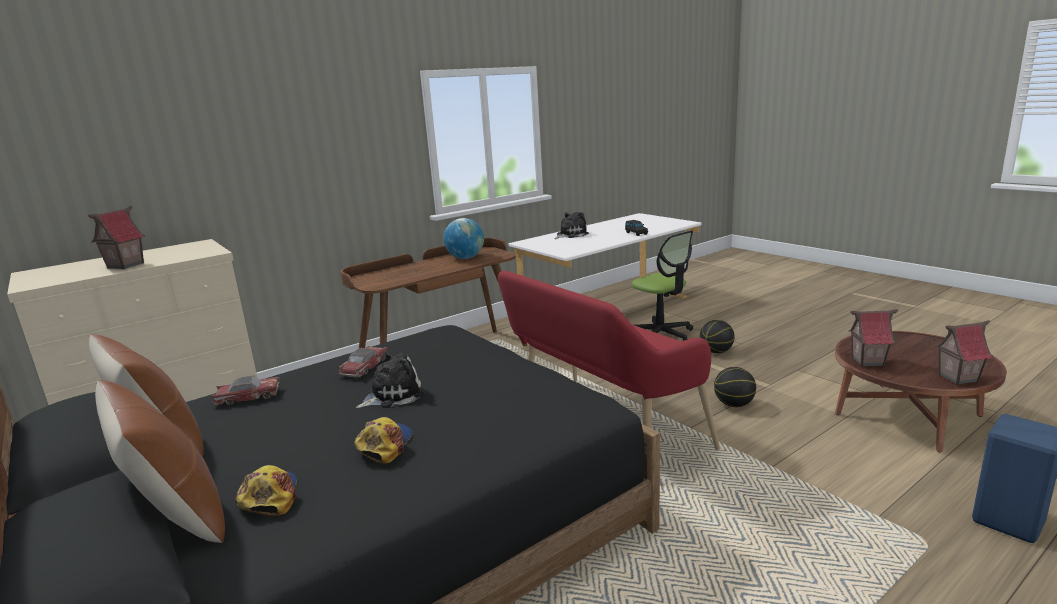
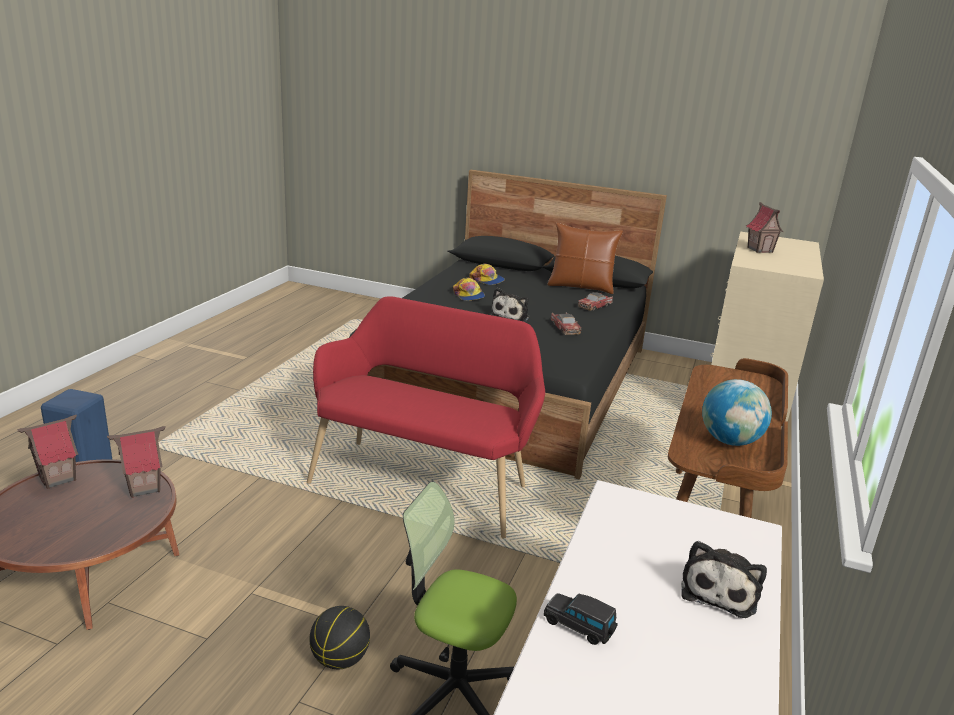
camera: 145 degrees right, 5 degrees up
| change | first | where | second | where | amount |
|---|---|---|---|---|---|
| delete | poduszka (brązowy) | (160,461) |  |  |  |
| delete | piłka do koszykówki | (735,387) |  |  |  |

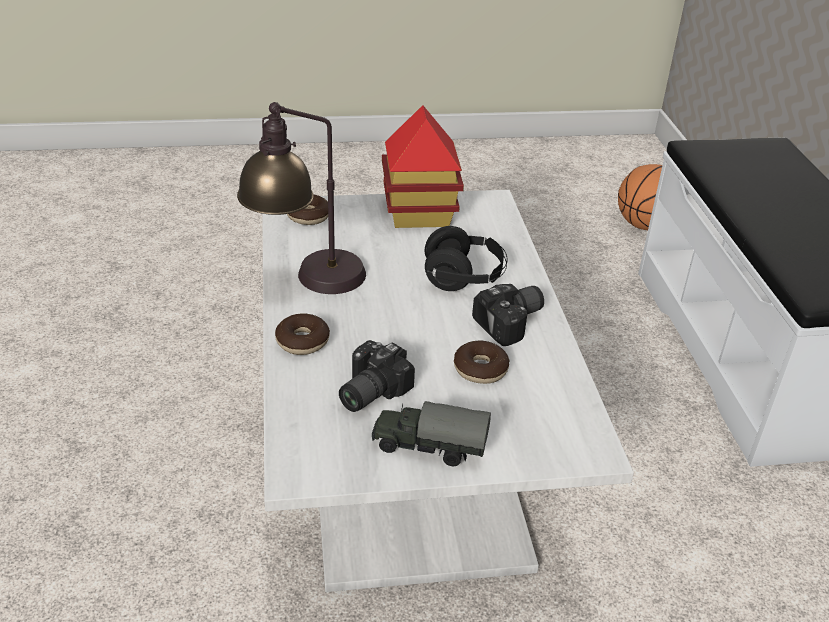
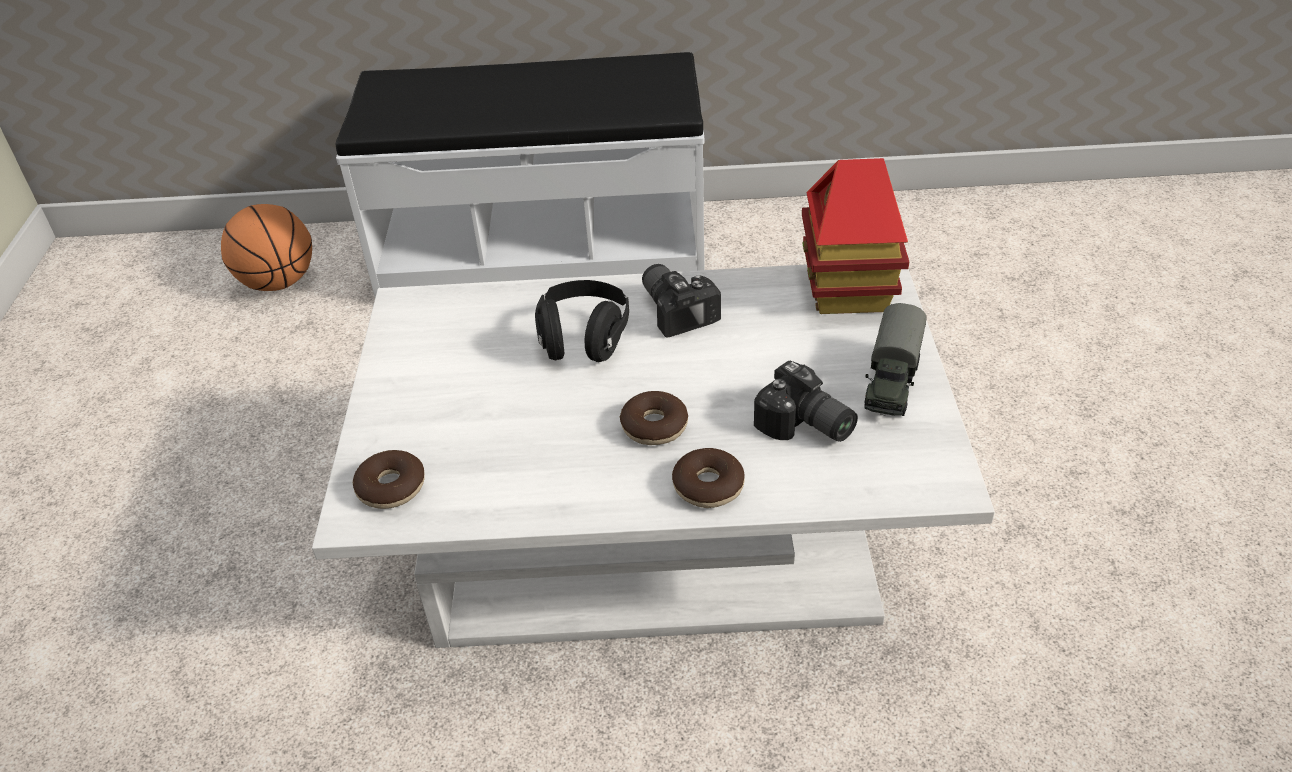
camera: 80 degrees left, 5 degrees up
| change | first | where | second | where | amount |
|---|---|---|---|---|---|
| delete | lampa stołowa | (301,198) |  |  |  |
| move | domek | (423,166) |  | (855,236) |  |
| move | donut | (481,362) |  | (654,418) |  |

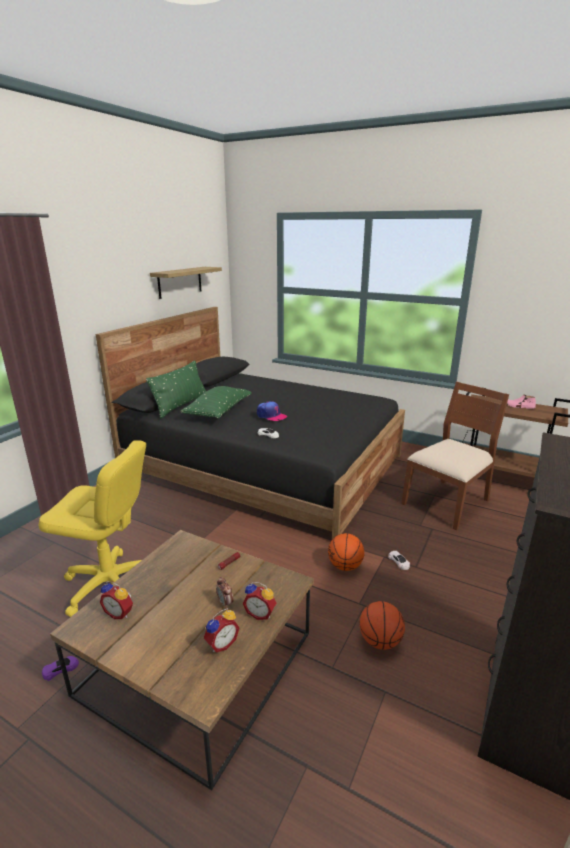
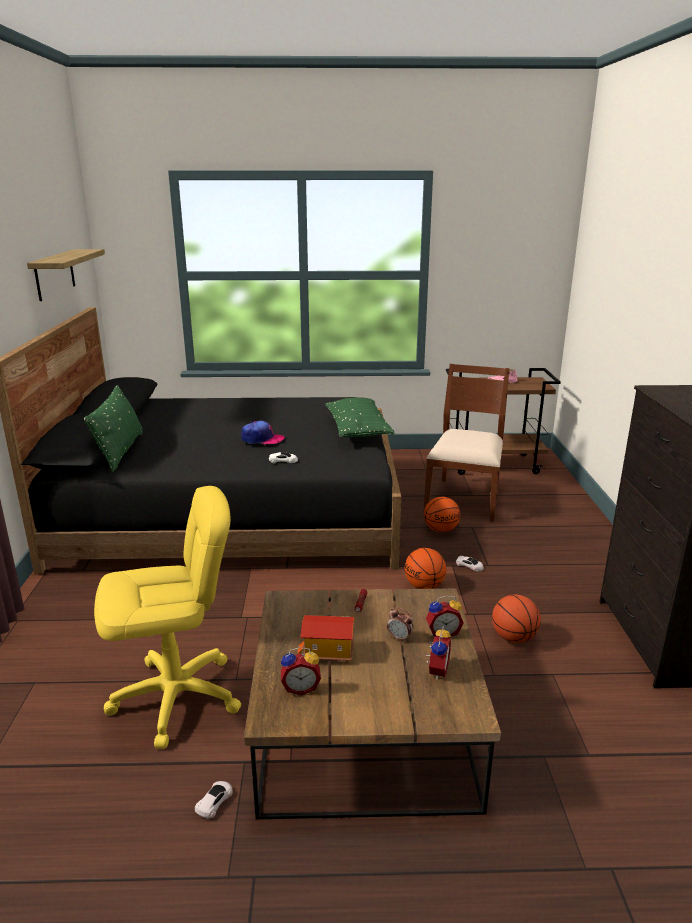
camera: 30 degrees left, 0 degrees up
| change | first | where | second | where | amount |
|---|---|---|---|---|---|
| insert |  |  | domek | (325,638) |  |
| insert |  |  | piłka do koszykówki | (442,514) |  |
| move | poduszka (zielony) | (216,402) |  | (360,417) |  |
| recolor | samochodzik (fioletowy) | (60,668) | samochodzik (biały) | (214,799) |  |

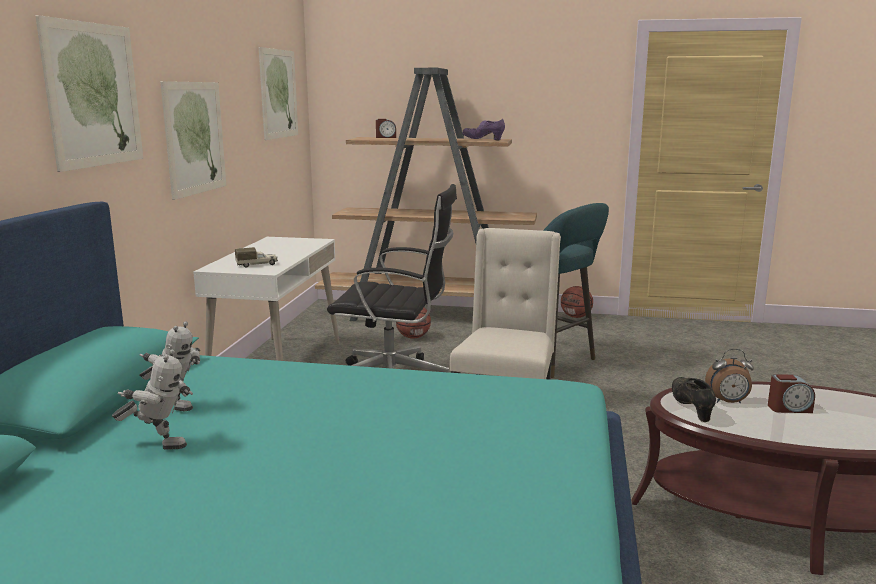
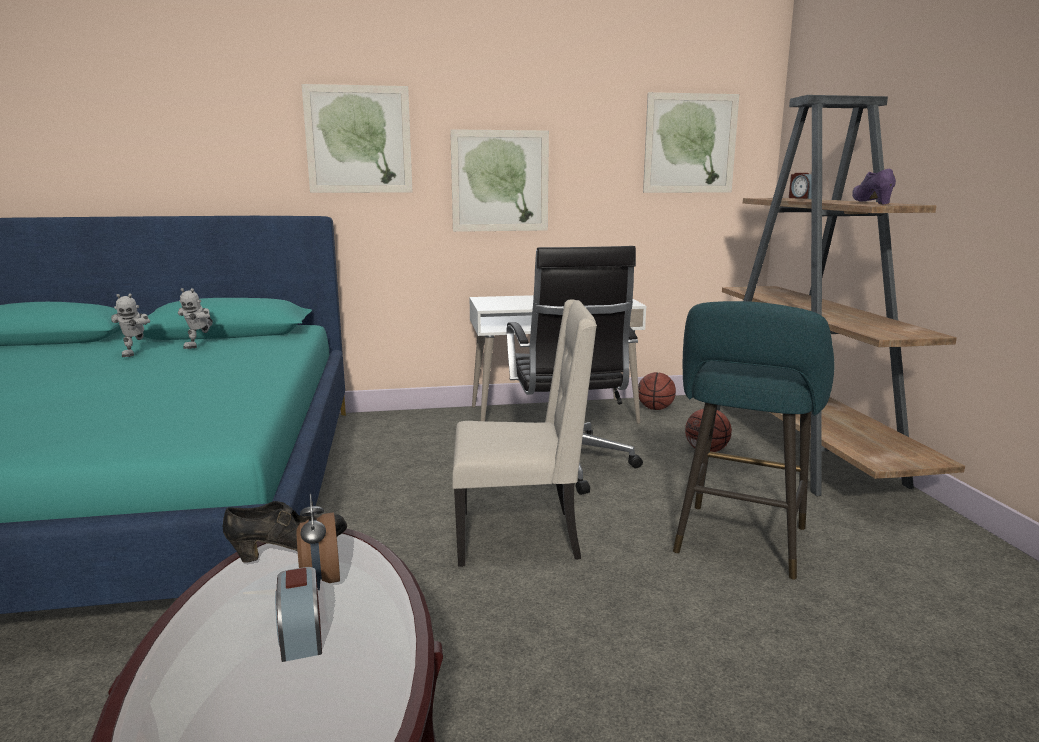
camera: 70 degrees right, 0 degrees up
| change | first | where | second | where | amount |
|---|---|---|---|---|---|
| delete | ciężarówka zabawkowa | (256,257) |  |  |  |
| move | piłka do koszykówki | (577,302) |  | (657,391) |  |

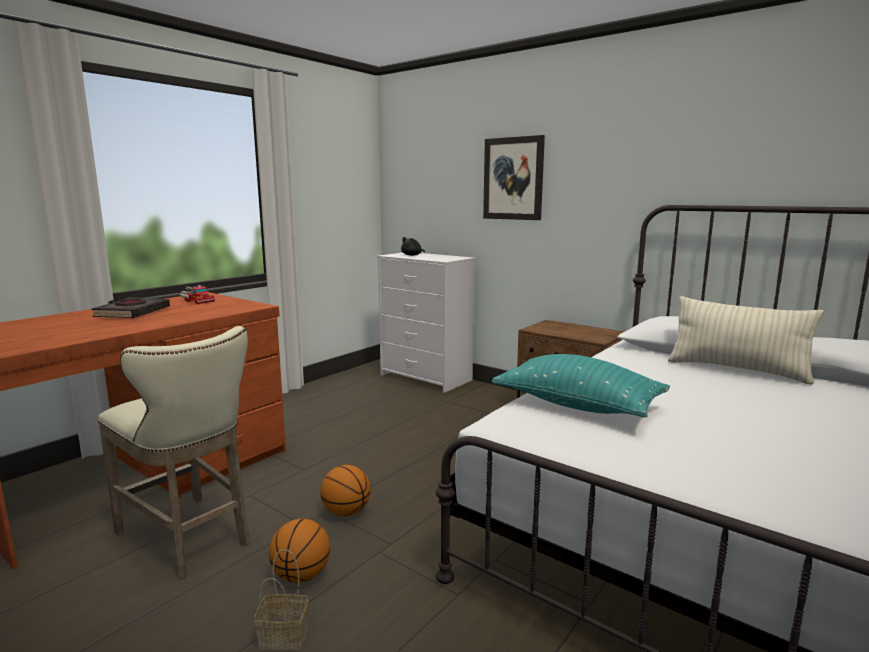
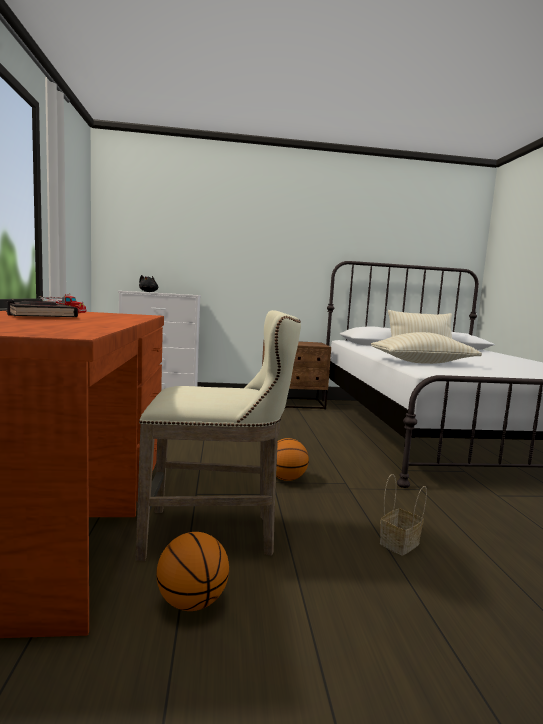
camera: 45 degrees left, 5 degrees down
| change | first | where | second | where | amount |
|---|---|---|---|---|---|
| delete | obraz | (514,177) |  |  |  |
| move | piłka do koszykówki | (299,551) |  | (193,571) |  |
| recolor | poduszka (turkusowy) | (581,385) | poduszka (beżowy) | (426,348) |  |

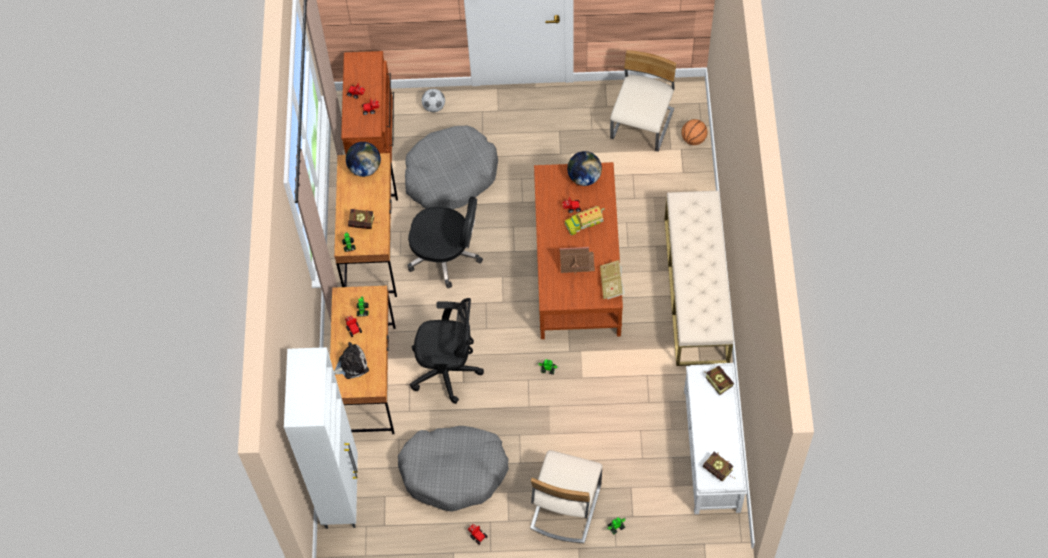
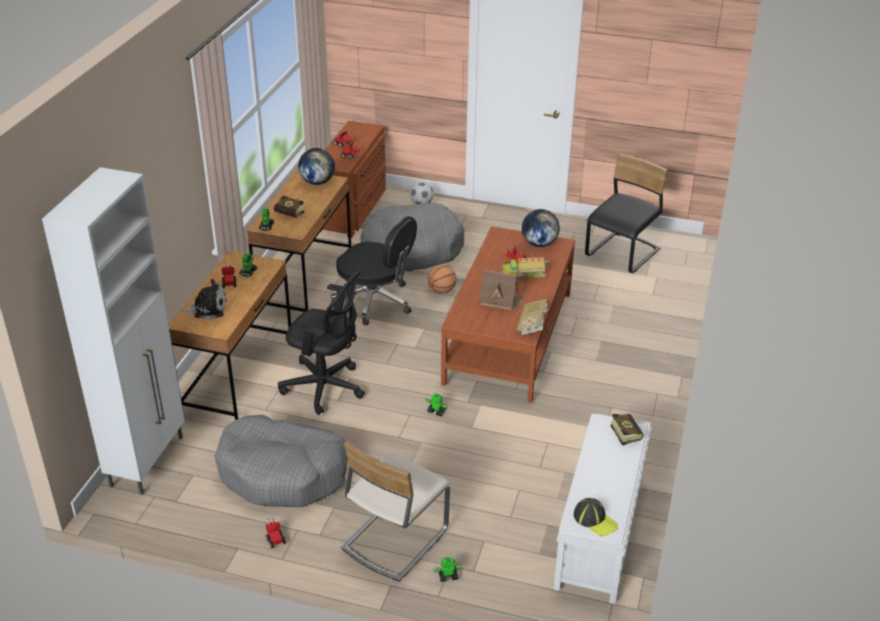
camera: 15 degrees right, 25 degrees down
| change | first | where | second | where | amount |
|---|---|---|---|---|---|
| delete | ławka (beżowy) | (699,278) |  |  |  |
| move | piłka do koszykówki | (694,132) |  | (442,279) |  |
| replace | książka | (719,466) | czapka z daszkiem | (596,517) |  |
| recolor | krzesło (beżowy) | (643,101) | krzesło (czarny) | (626,213) |  |

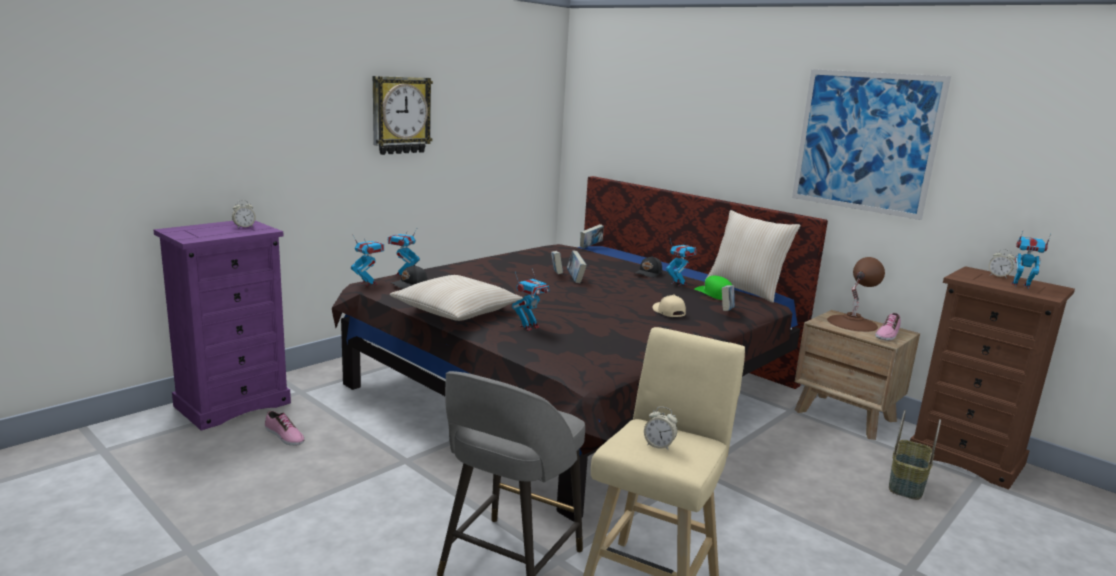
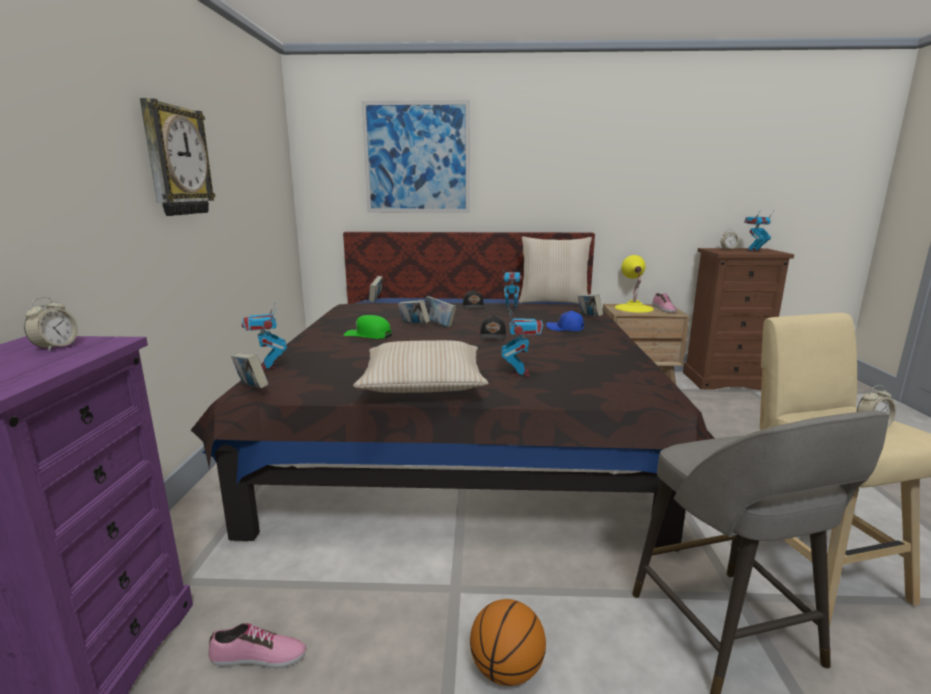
camera: 40 degrees left, 0 degrees up
| change | first | where | second | where | amount |
|---|---|---|---|---|---|
| delete | koszyk | (915,455) |  |  |  |
| insert |  |  | piłka do koszykówki | (508,642) |  |
| move | czapka z daszkiem (czarny) | (409,277) |  | (493,327) |  |
| move | czapka z daszkiem (zielony) | (713,288) |  | (368,327) |  |
| move | obraz | (871,144) |  | (416,156) |  |
| replace | robot zabawkowy | (367,261) | książka | (249,370) |  |
| recolor | czapka z daszkiem (beżowy) | (669,305) | czapka z daszkiem (niebieski) | (565,320) |  |
| recolor | lampa stołowa (brązowy) | (856,294) | lampa stołowa (żółty) | (634,284) |  |

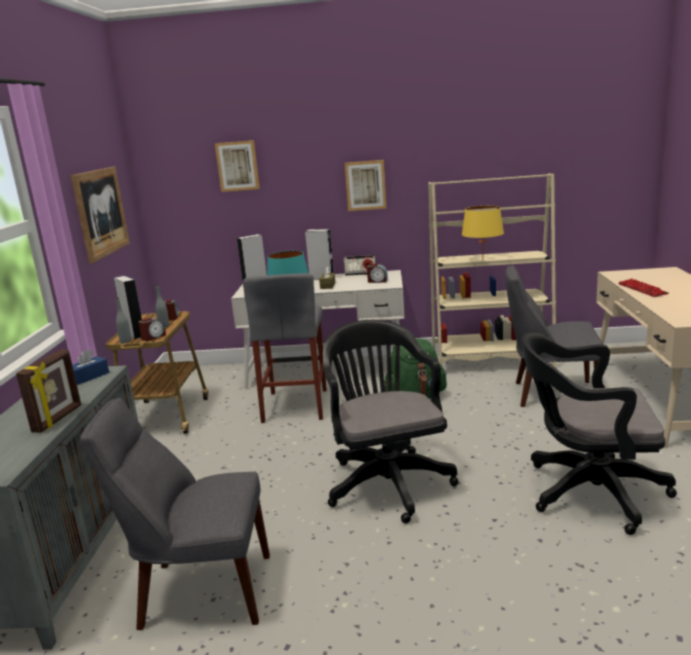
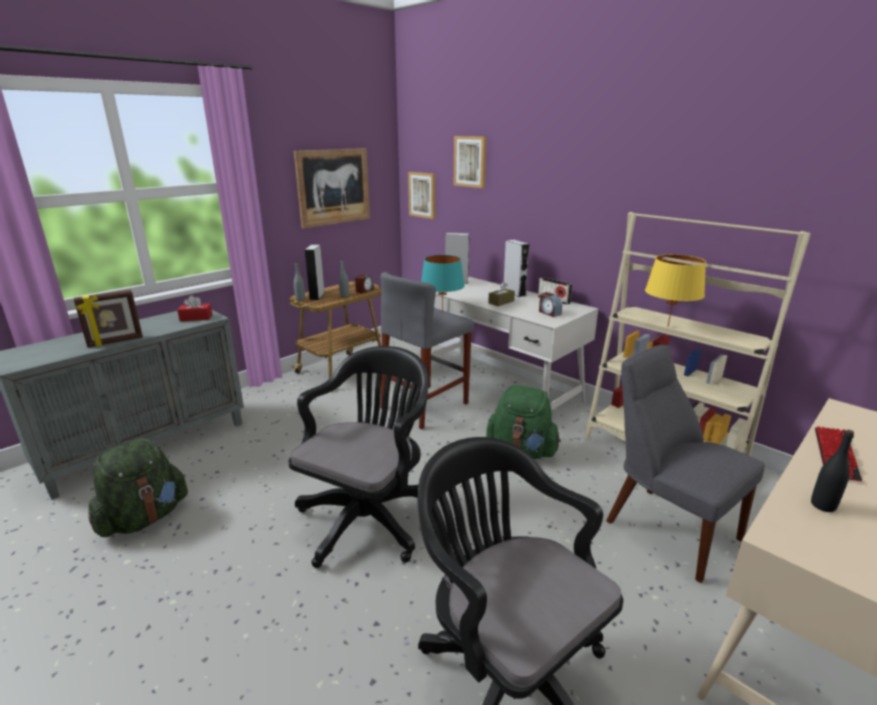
camera: 40 degrees right, 5 degrees up
| change | first | where | second | where | amount |
|---|---|---|---|---|---|
| delete | budzik | (152,329) |  |  |  |
| insert |  |  | butelka (czarny) | (832,471) |  |
| move | obraz | (365,185) |  | (421,195) |  |
| replace | krzesło (szary) | (175,514) | plecak (zielony) | (138,487) |  |
| recolor | pudełko chusteczek (niebieski) | (90,367) | pudełko chusteczek (czerwony) | (194,308) |  |

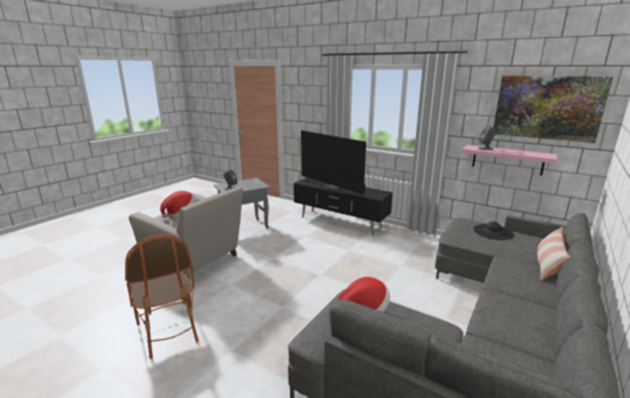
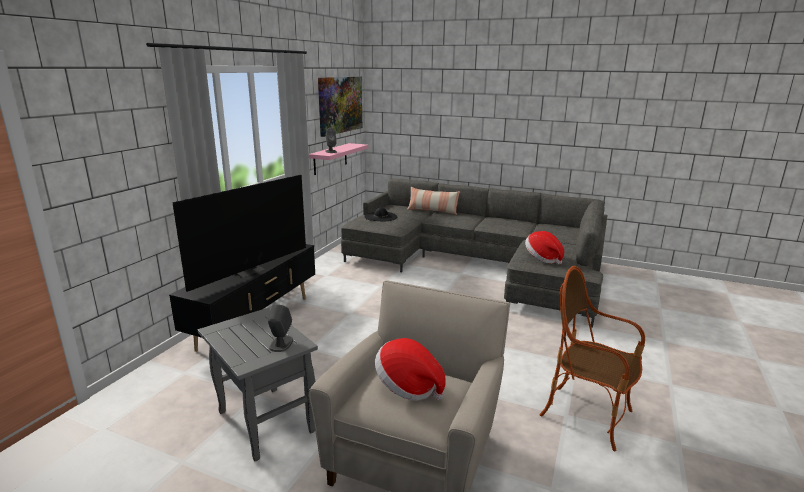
camera: 100 degrees left, 0 degrees up
| change | first | where | second | where | amount |
|---|---|---|---|---|---|
| rotate | fotel | (162,297) |  | (592,358) | 105 degrees counterclockwise |

